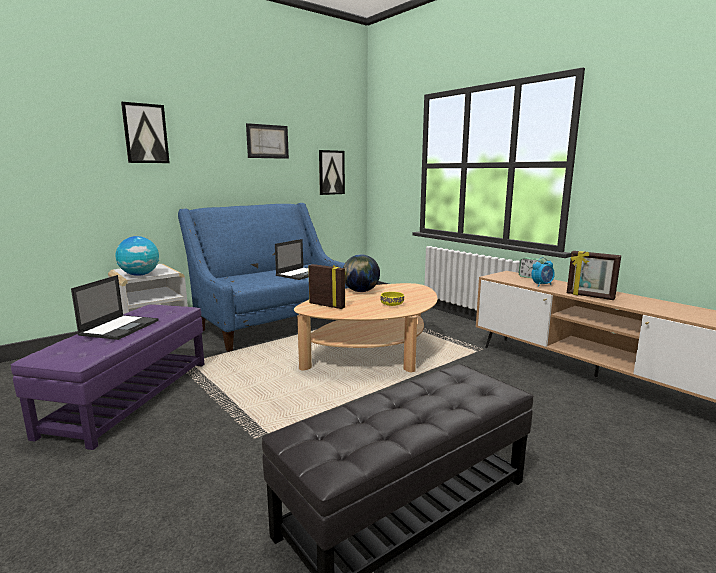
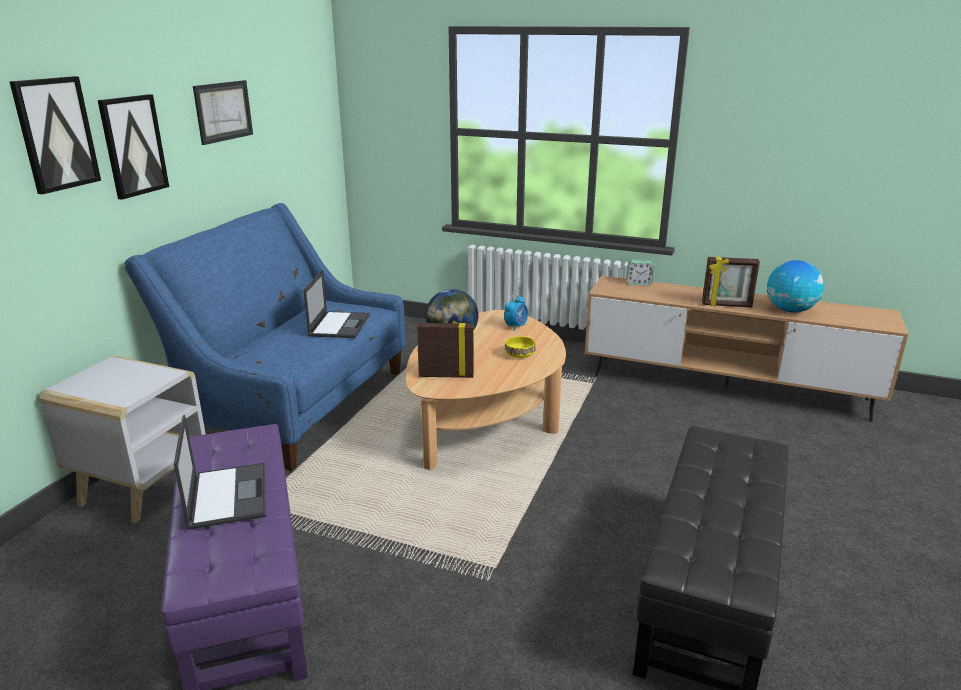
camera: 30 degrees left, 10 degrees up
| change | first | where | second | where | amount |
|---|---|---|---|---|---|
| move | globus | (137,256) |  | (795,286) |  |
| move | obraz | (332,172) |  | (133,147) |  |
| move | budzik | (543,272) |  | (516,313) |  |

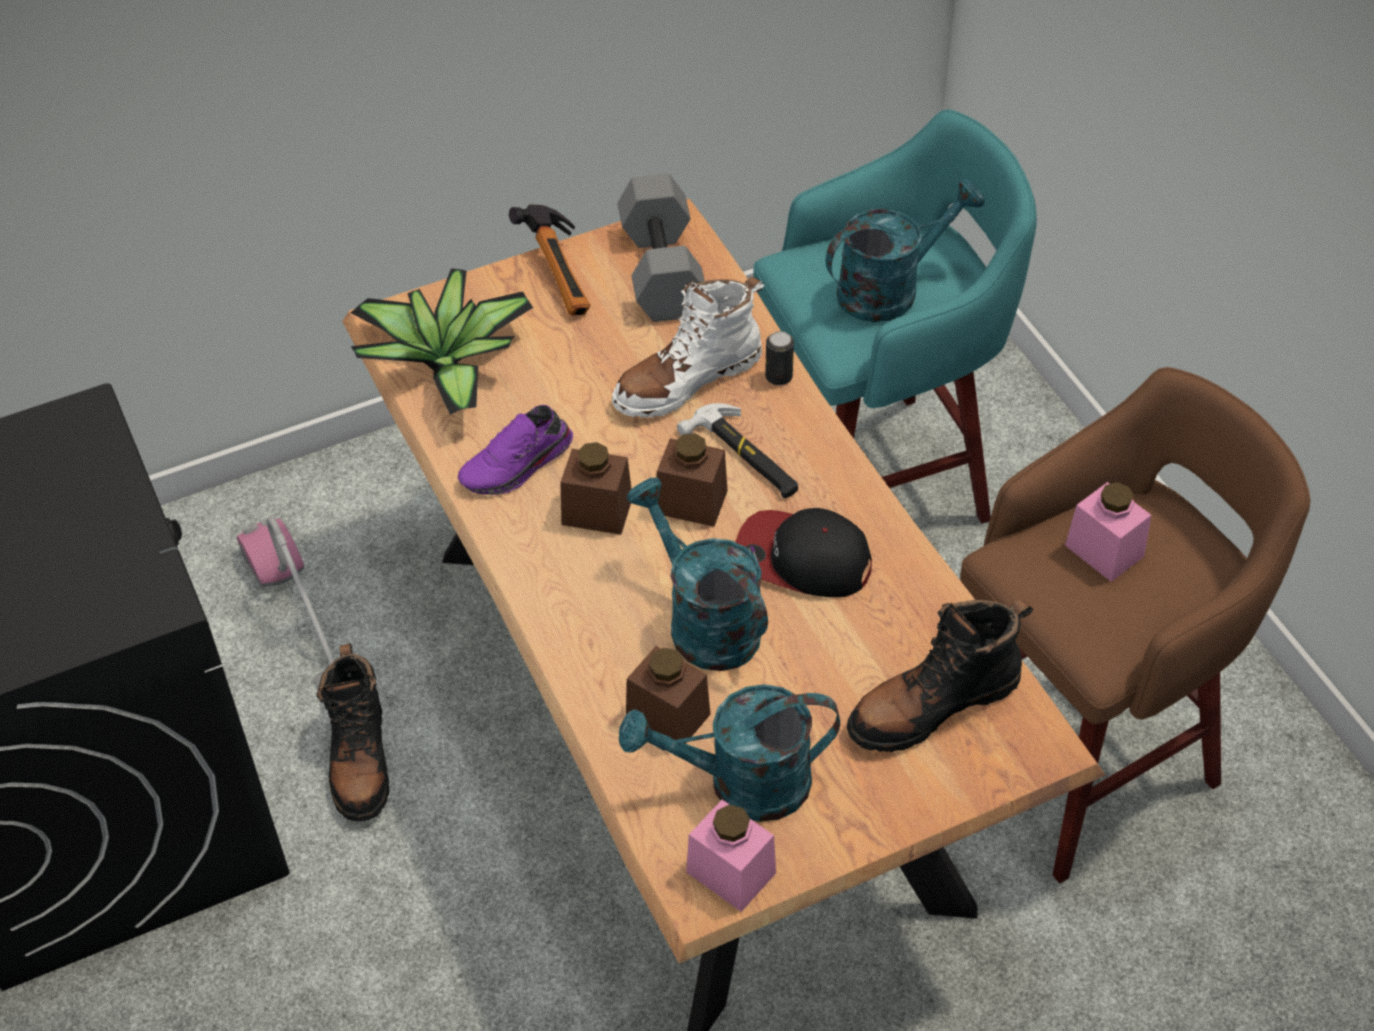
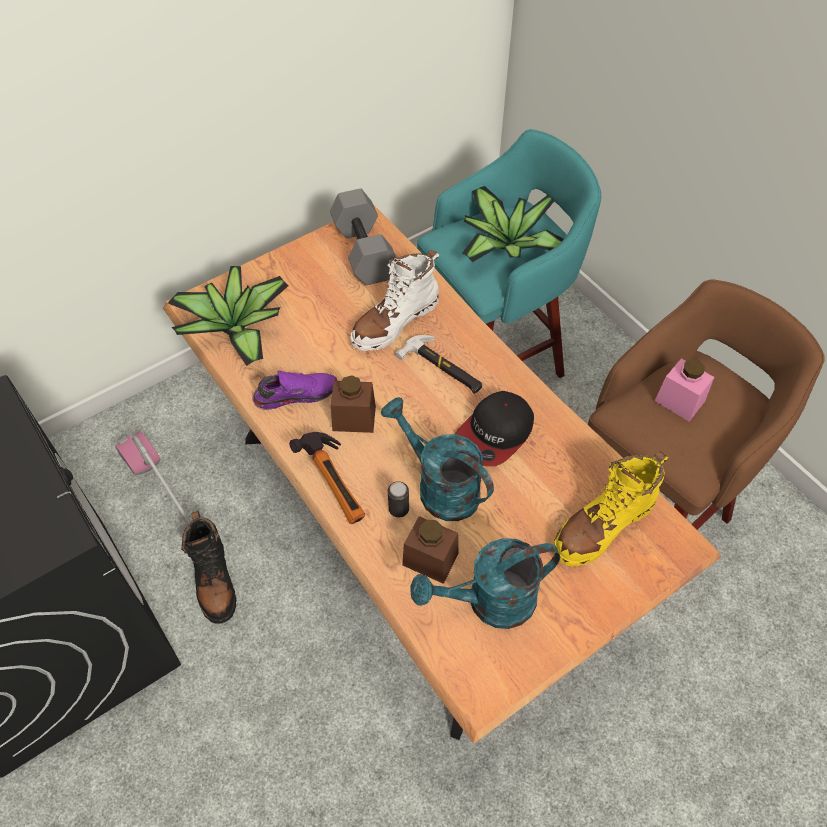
camera: 10 degrees left, 5 degrees up
| change | first | where | second | where | amount |
|---|---|---|---|---|---|
| delete | słoik (brązowy) | (692,480) |  |  |  |
| delete | słoik (różowy) | (731,856) |  |  |  |
| move | młotek | (549,259) |  | (327,478) |  |
| move | puszka | (779,358) |  | (398,499) |  |
| replace | konewka (turkusowy) | (905,250) | roślina doniczkowa | (513,224) |  |
| recolor | but z cholewką (czarny) | (940,676) | but z cholewką (żółty) | (610,509) |  |
| rotate | but (fioletowy) | (515,450) |  | (294,390) | 150 degrees counterclockwise |
| rotate | czapka z daszkiem | (803,552) |  | (494,428) | 60 degrees counterclockwise |

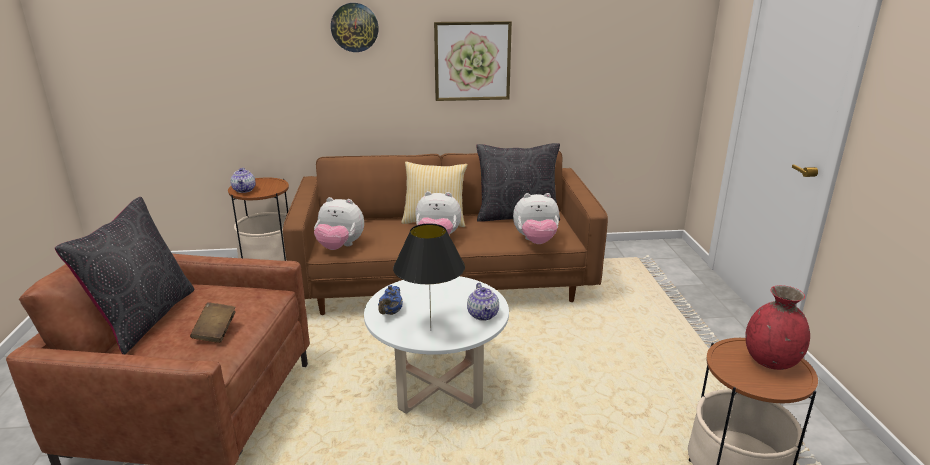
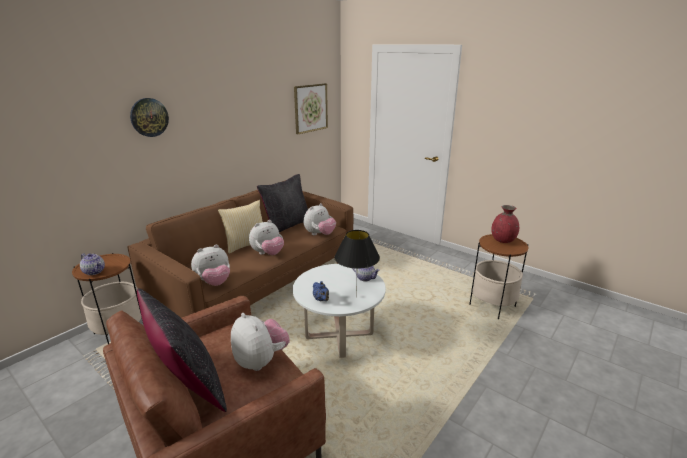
camera: 45 degrees left, 0 degrees up
| change | first | where | second | where | amount |
|---|---|---|---|---|---|
| move | obraz | (473,61) |  | (311,108) |  |
| replace | książka (brązowy) | (213,322) | pluszak | (260,342) |  |

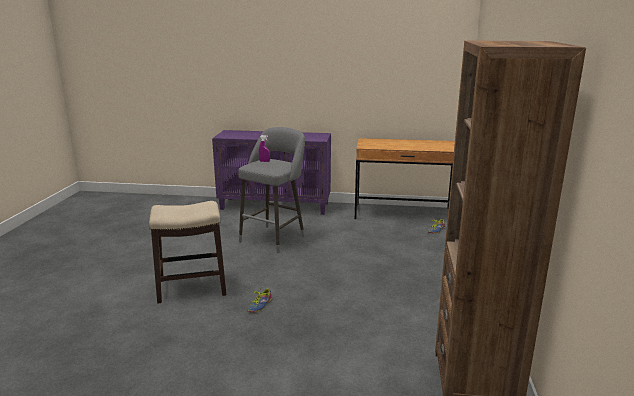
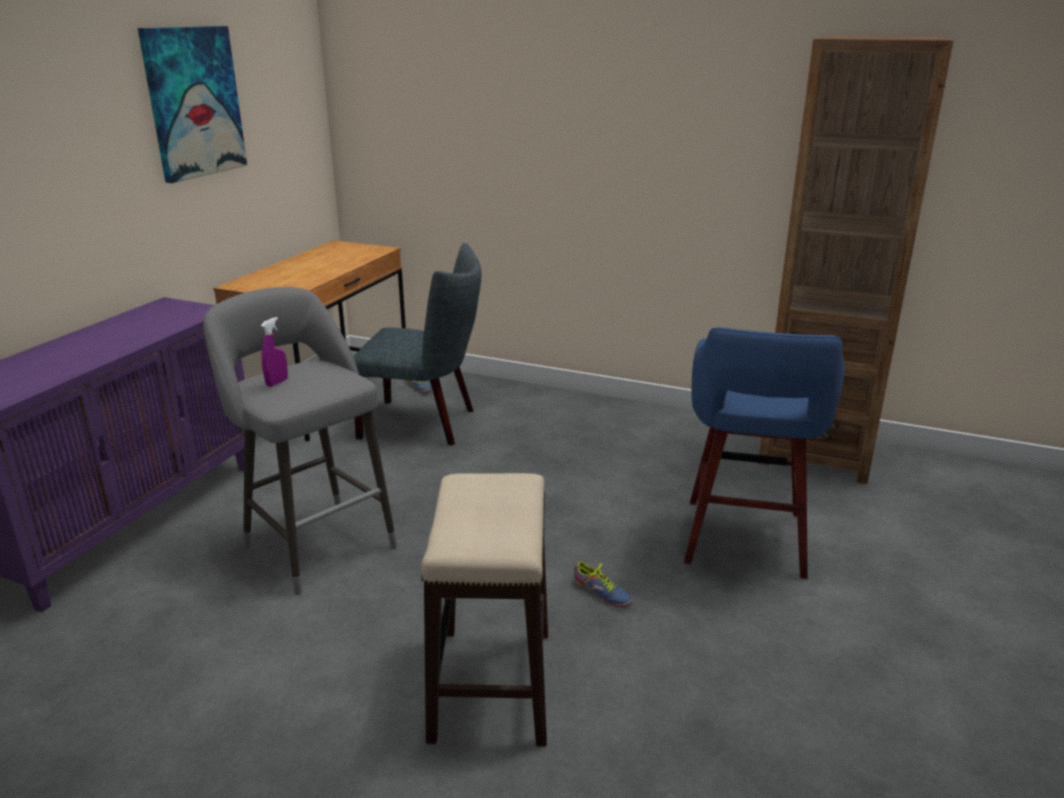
camera: 75 degrees left, 5 degrees up
| change | first | where | second | where | amount |
|---|---|---|---|---|---|
| insert |  |  | obraz | (192,104) |  |
| insert |  |  | krzesło (szary) | (417,344) |  |
| insert |  |  | stołek (niebieski) | (764,453) |  |

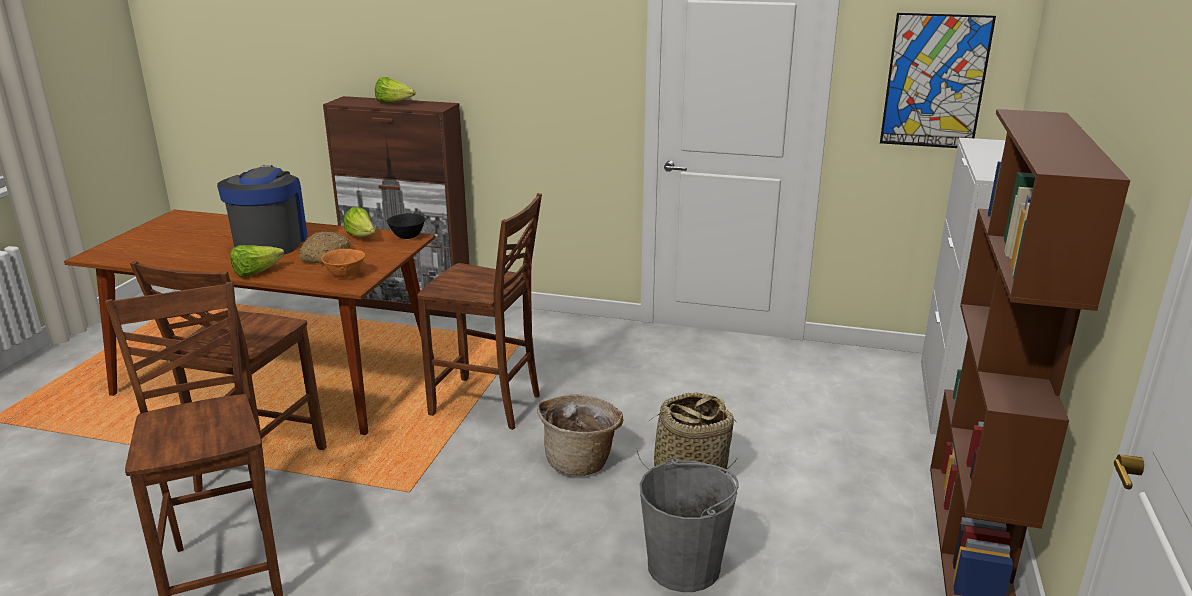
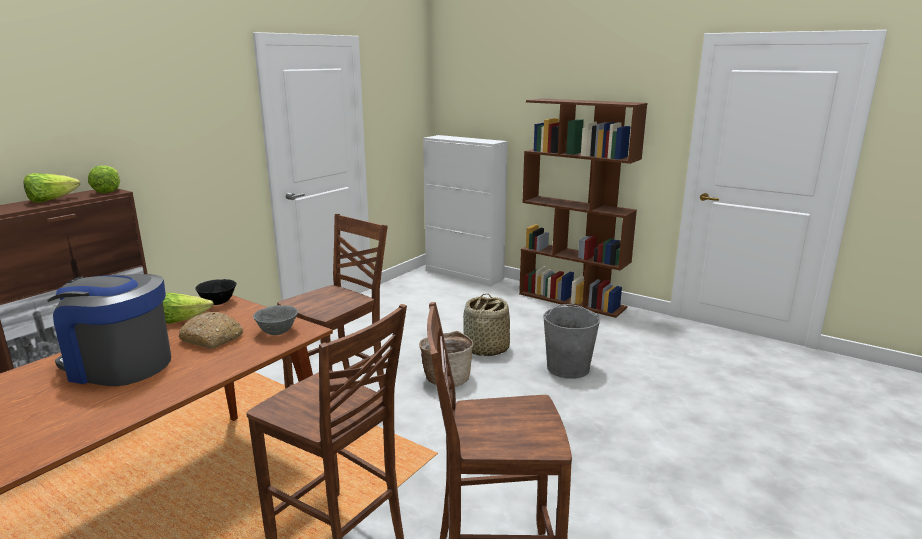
camera: 70 degrees left, 5 degrees down
| change | first | where | second | where | amount |
|---|---|---|---|---|---|
| delete | obraz | (938,80) |  |  |  |
| move | sałata | (257,261) |  | (104,179) |  |
| recolor | miska (pomarańczowy) | (343,263) | miska (szary) | (275,320) |  |

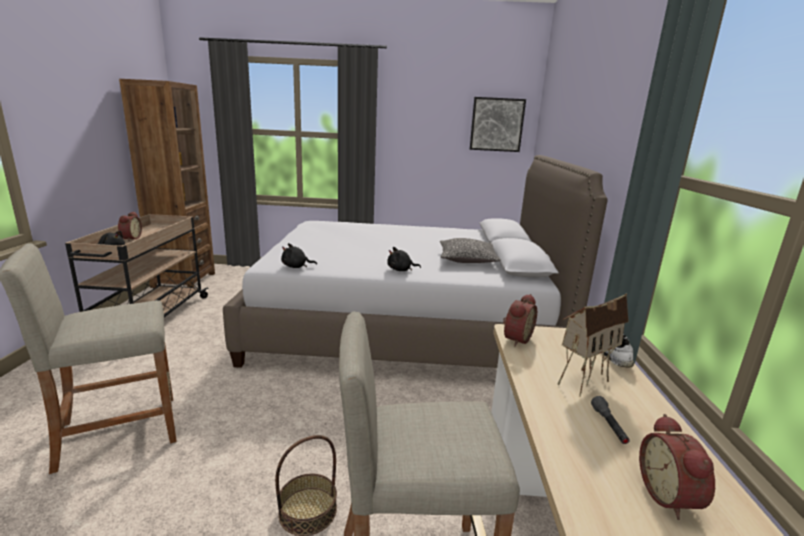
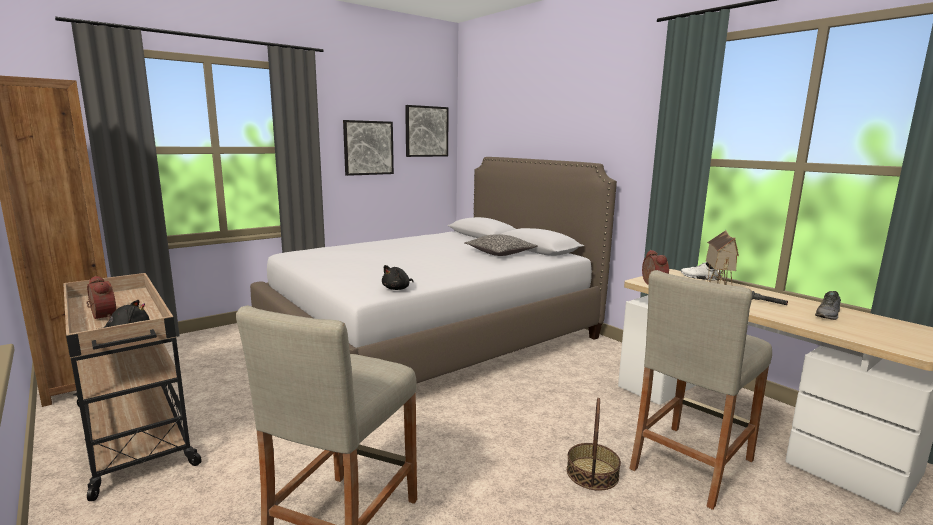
camera: 40 degrees left, 5 degrees down
| change | first | where | second | where | amount |
|---|---|---|---|---|---|
| delete | pluszak (czarny) | (404,259) |  |  |  |
| insert |  |  | obraz | (368,148) |  |
| replace | budzik | (677,467) | but (szary) | (828,305) |  |

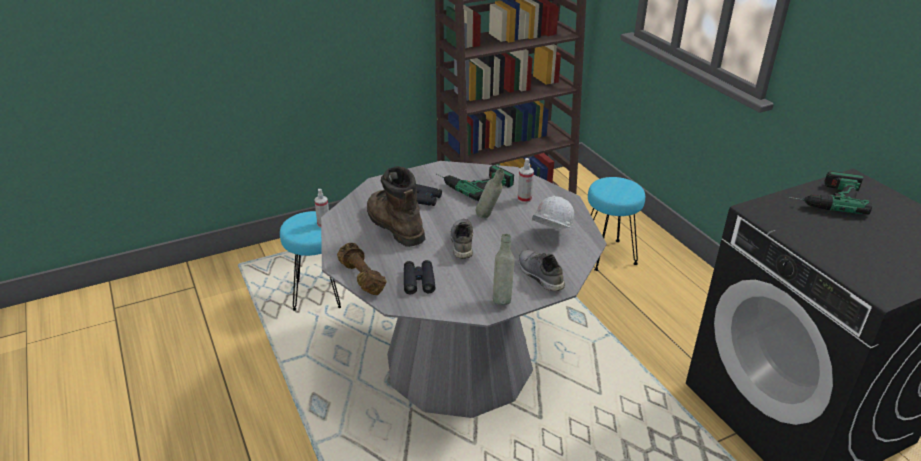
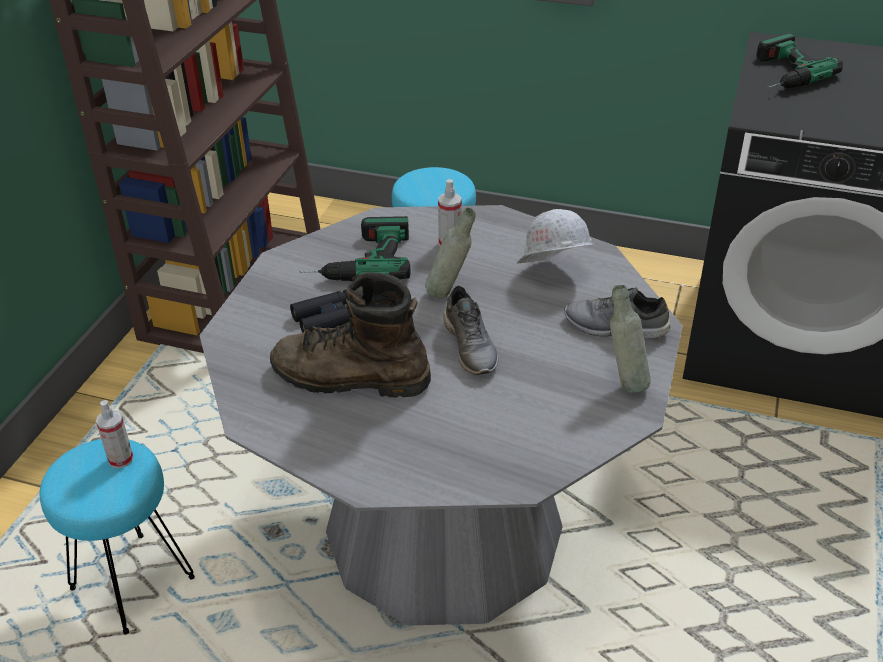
camera: 45 degrees left, 5 degrees up
| change | first | where | second | where | amount |
|---|---|---|---|---|---|
| delete | hantel (brązowy) | (361,269) |  |  |  |
| delete | lornetka (czarny) | (419,277) |  |  |  |
| rotate | but (szary) | (461,239) |  | (470,330) | 150 degrees counterclockwise |

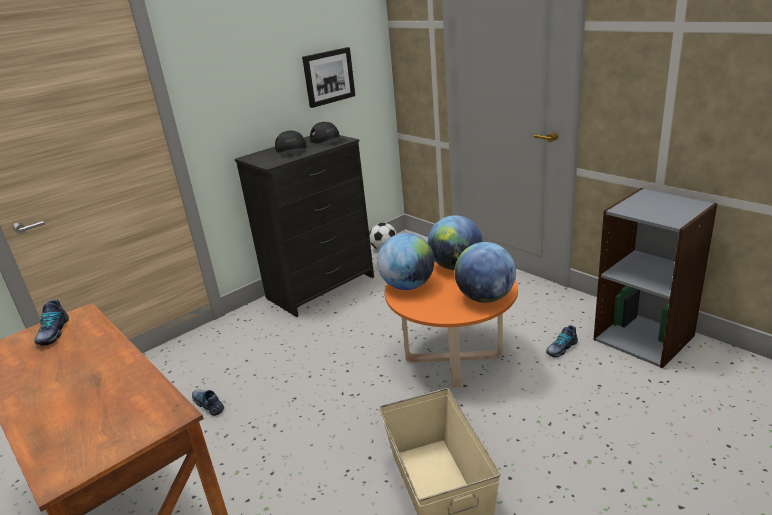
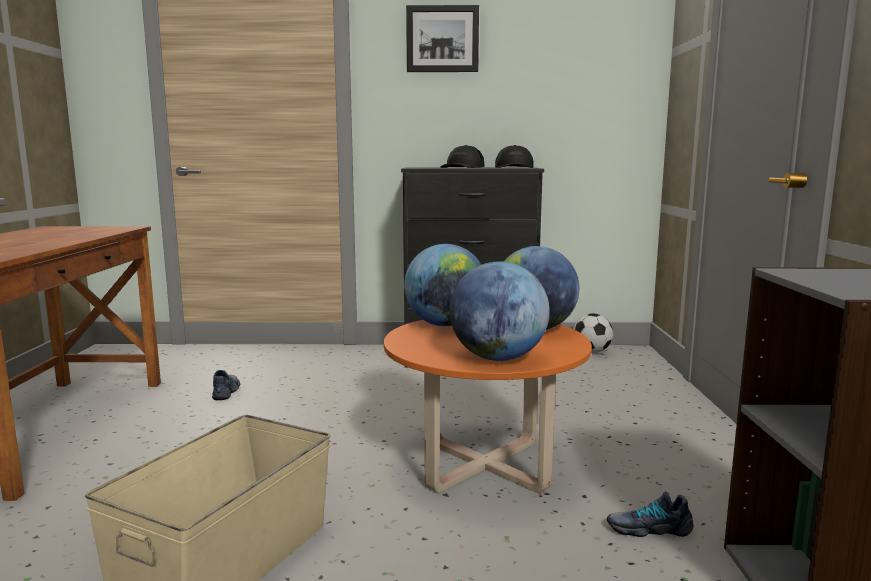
camera: 40 degrees right, 15 degrees down
| change | first | where | second | where | amount |
|---|---|---|---|---|---|
| delete | but | (51,322) |  |  |  |
| move | obraz | (328,77) |  | (442,38) |  |

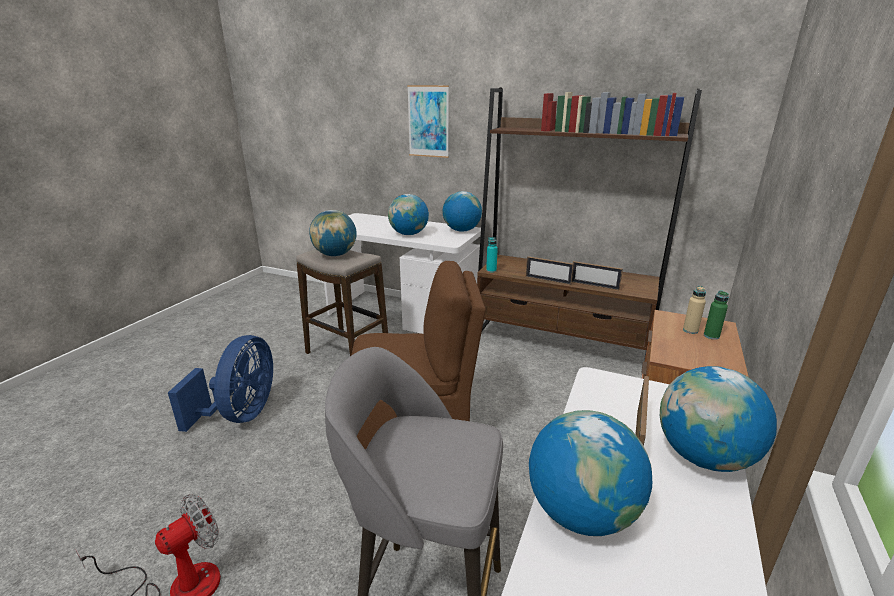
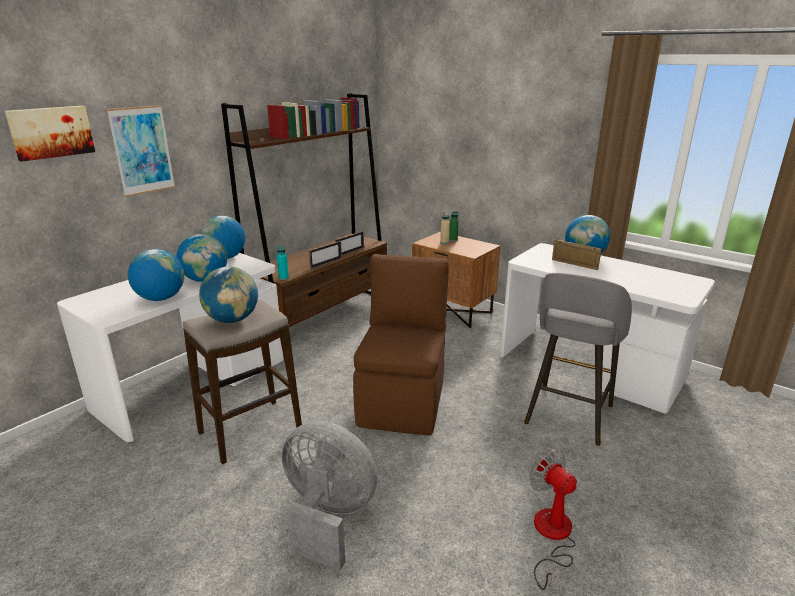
camera: 75 degrees left, 0 degrees up
| change | first | where | second | where | amount |
|---|---|---|---|---|---|
| insert |  |  | obraz | (50,134) |  |
| move | globus | (590,473) |  | (156,275) |  |
| recolor | wentylator (niebieski) | (220,383) | wentylator (szary) | (330,496) |  |

